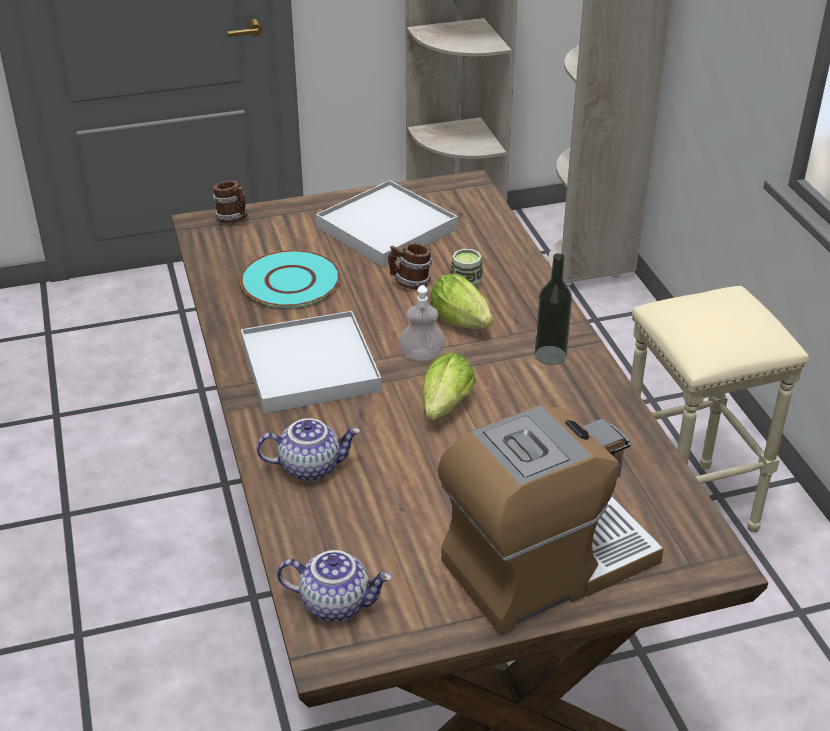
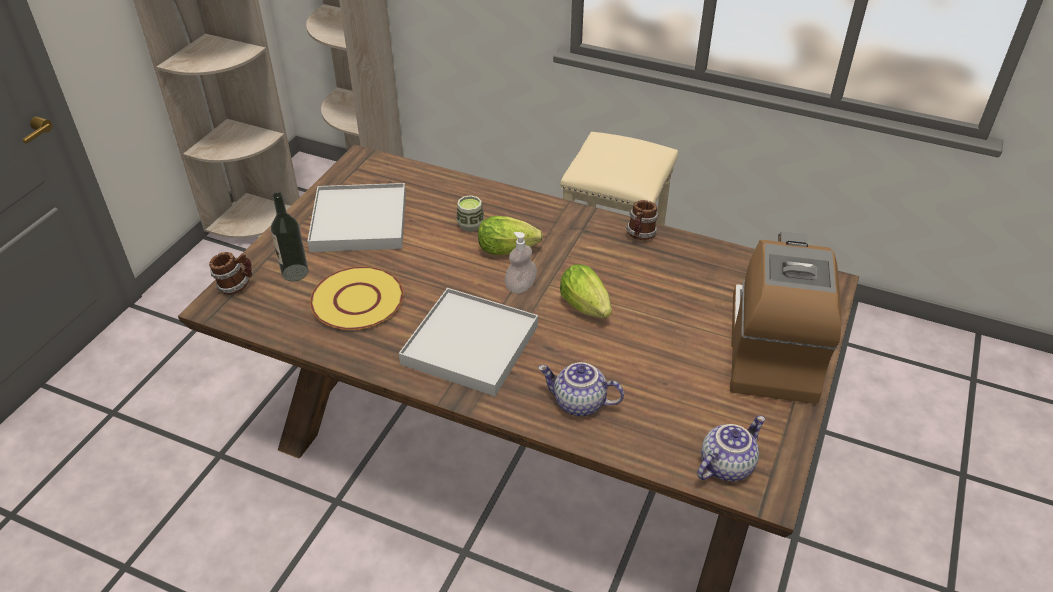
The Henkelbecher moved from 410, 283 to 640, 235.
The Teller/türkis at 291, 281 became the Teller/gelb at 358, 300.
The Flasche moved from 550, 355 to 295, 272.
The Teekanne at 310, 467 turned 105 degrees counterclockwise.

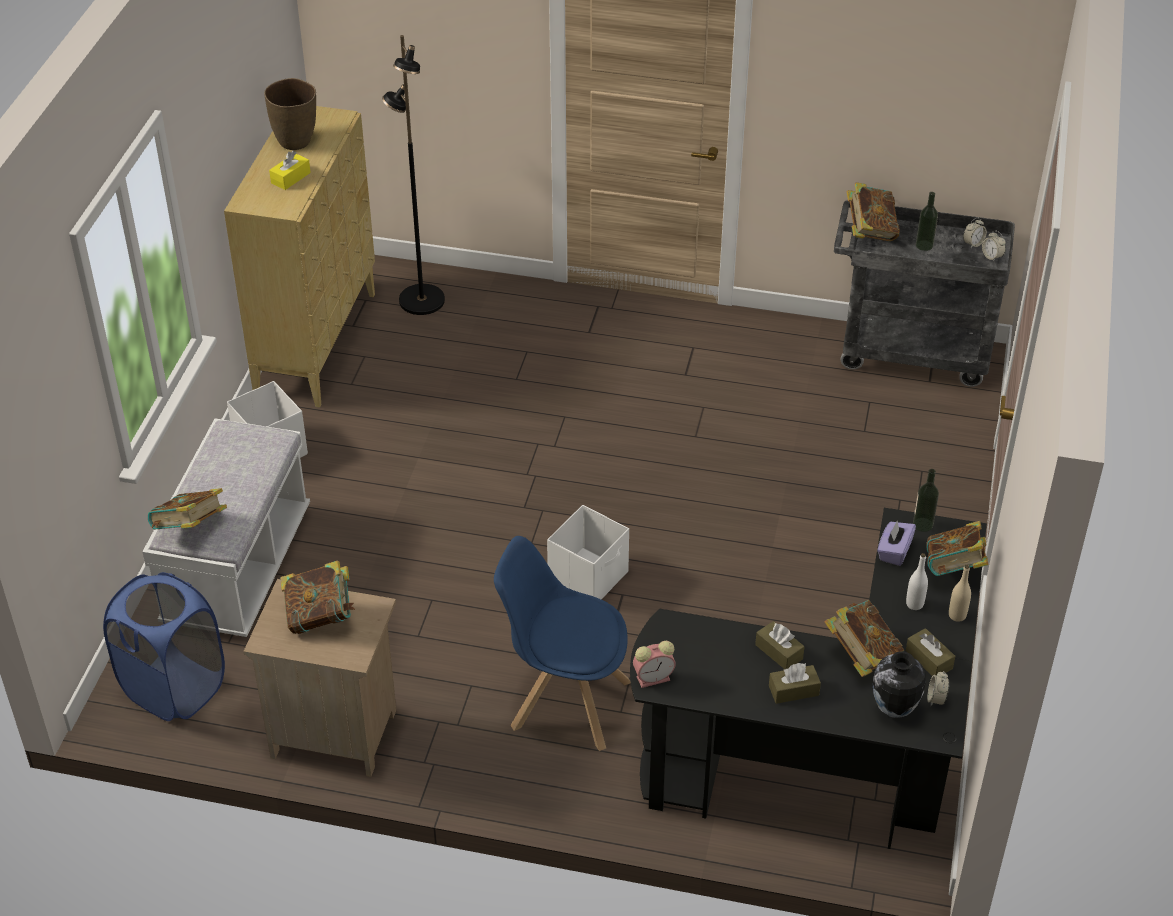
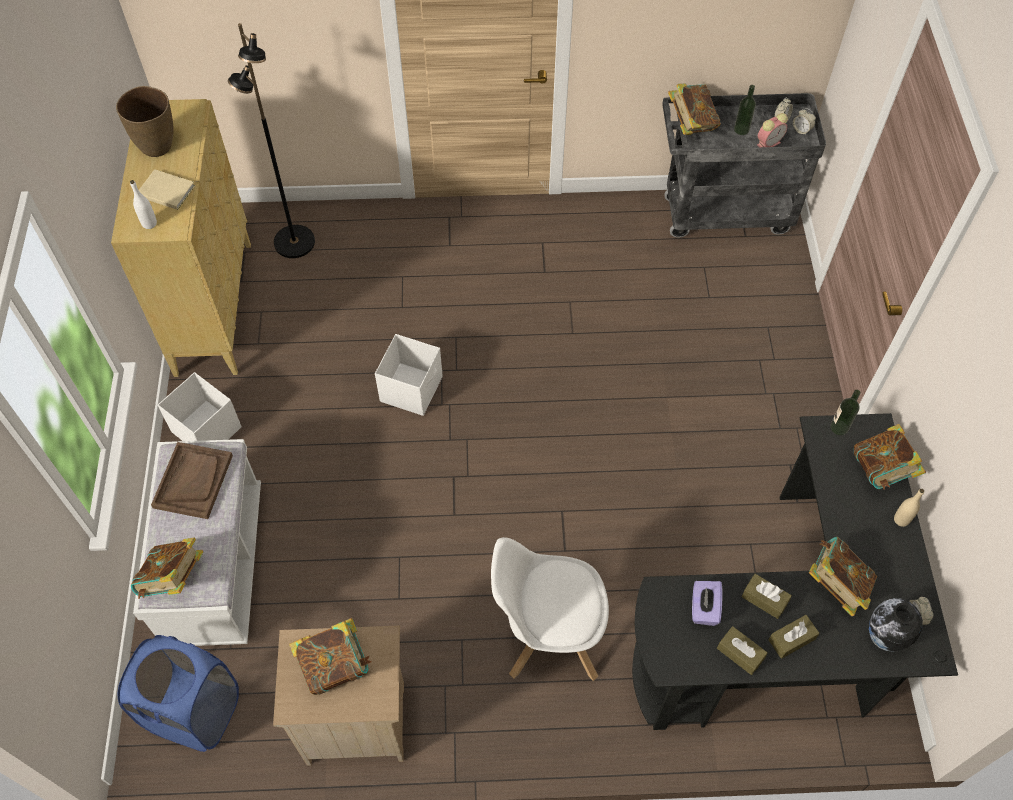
The Taschentuchbox/gelb at 290, 178 was replaced by the Buch/beige at 165, 190.
The Aufbewahrungsbox/weiß moved from 589, 577 to 412, 389.
The Taschentuchbox/lila moved from 894, 551 to 704, 608.
The Stuhl/blau at 565, 702 became the Stuhl/weiß at 548, 637.
The Flasche/weiß moved from 914, 604 to 149, 223.
The Taschentuchbox/braun moved from 929, 659 to 740, 653.
The Wecker moved from 654, 677 to 769, 143.
The Tablett/braun at 193, 481 appeared.

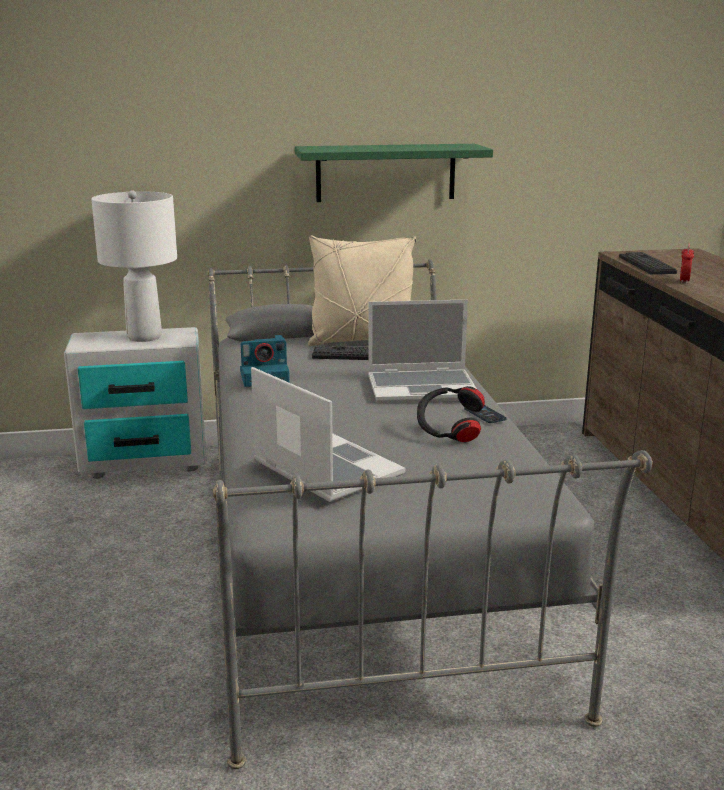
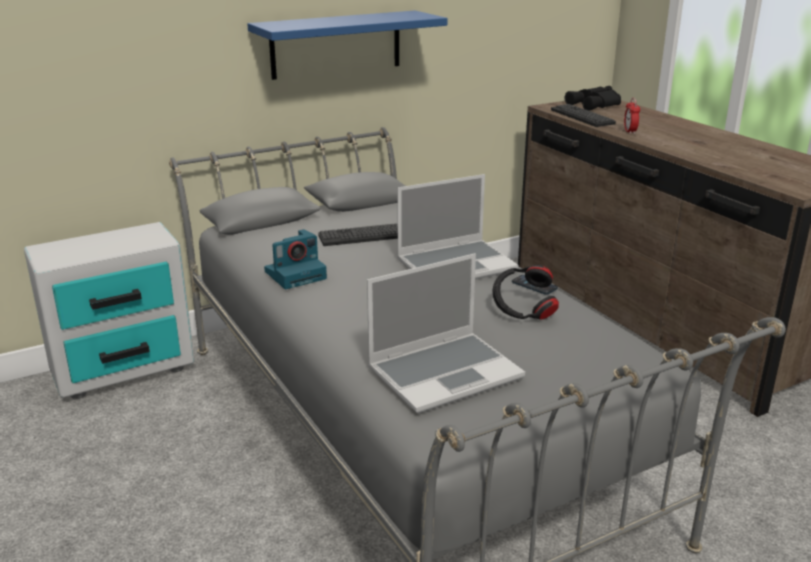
The Wandregal/grün at 385, 172 became the Wandregal/blau at 336, 44.
The Tischlampe/weiß at 145, 337 disappeared.
The Kissen/beige at 362, 341 disappeared.
The Laptop at 324, 469 turned 120 degrees clockwise.
The Fernglas/schwarz at 595, 105 appeared.

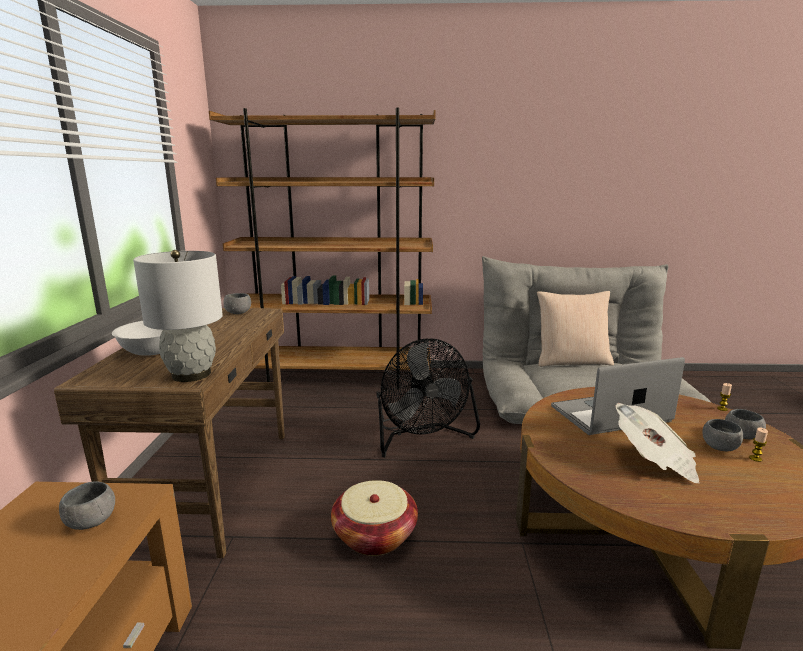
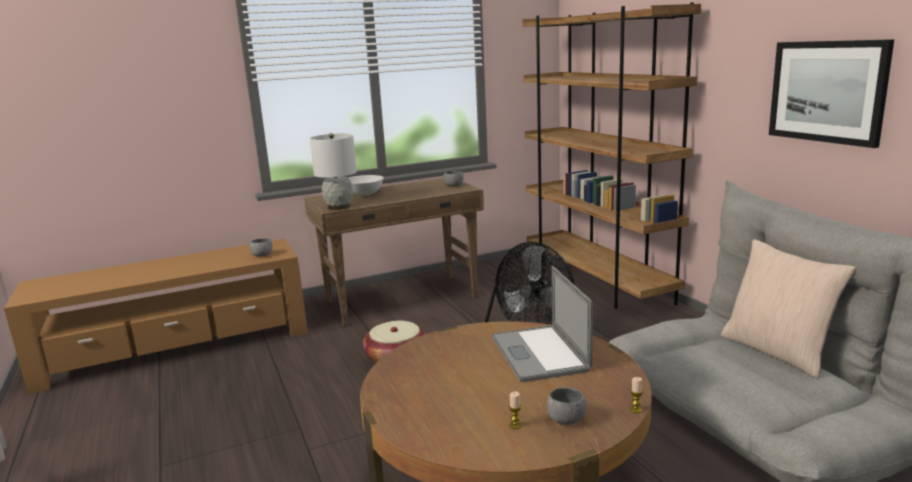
The Laptop at 610, 414 turned 150 degrees counterclockwise.
The Zeitung at 655, 461 disappeared.
The Schüssel/grau at 719, 447 disappeared.
The Bild at 827, 91 appeared.

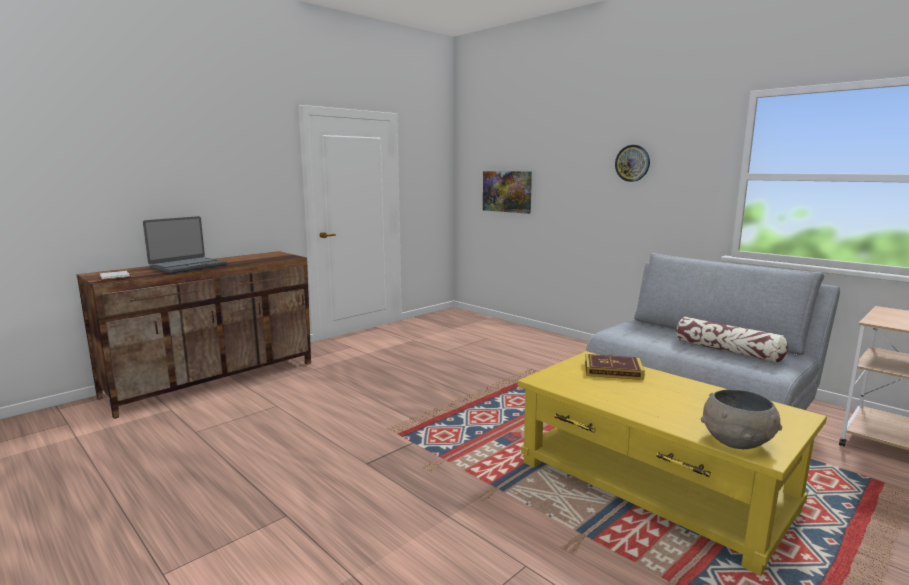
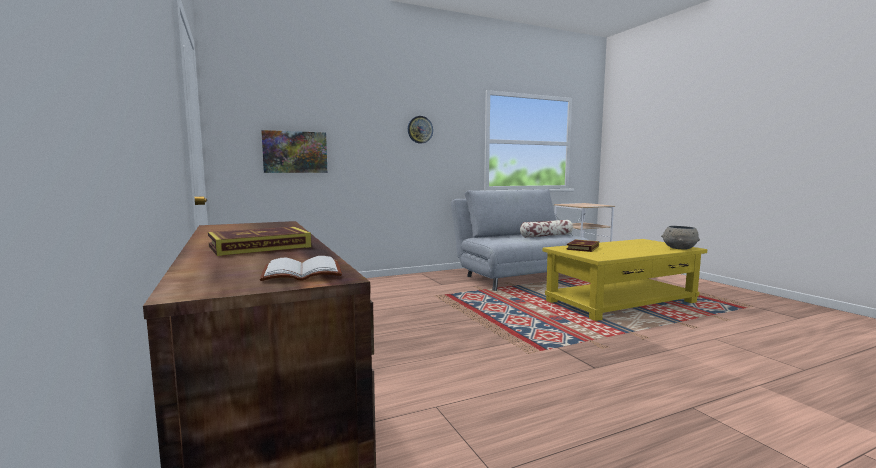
The Laptop at 188, 266 was replaced by the Buch at 260, 246.

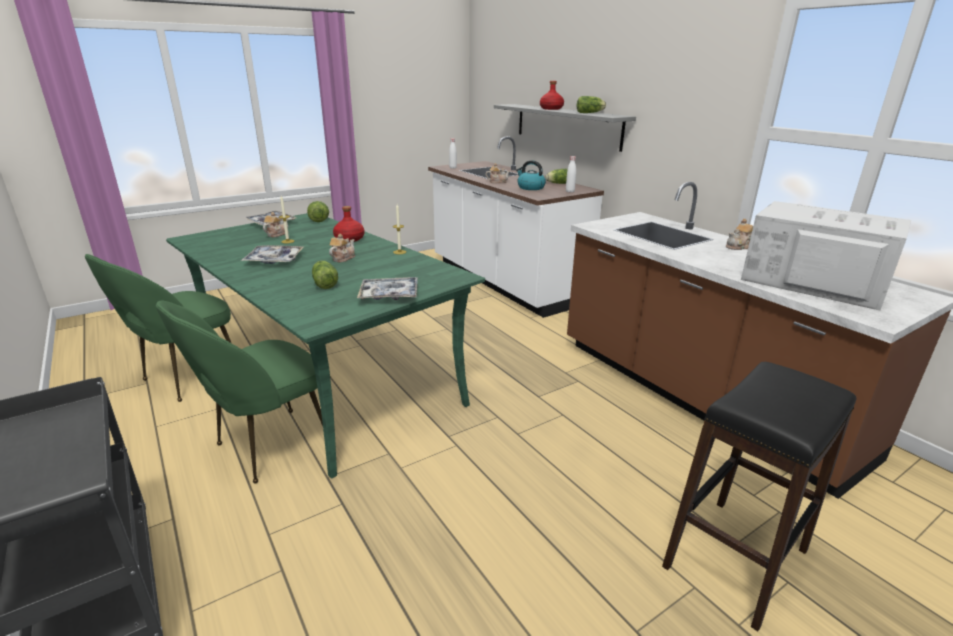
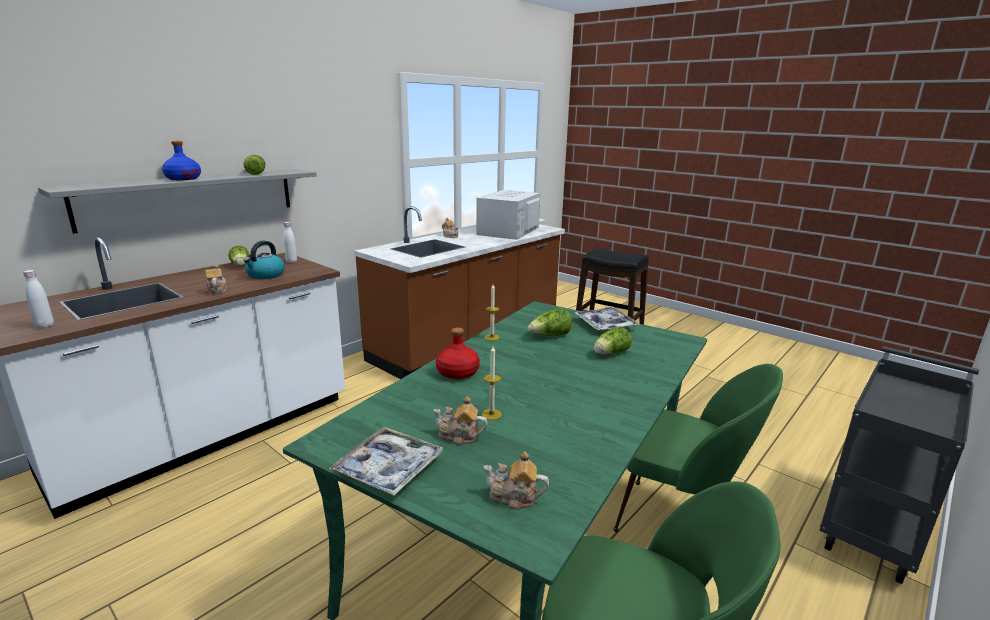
The Flasche/rot at 551, 109 became the Flasche/blau at 183, 179.
The Salatkopf moved from 318, 219 to 550, 336.
The Teekanne moved from 342, 258 to 514, 497.
The Tablett at 274, 260 disappeared.

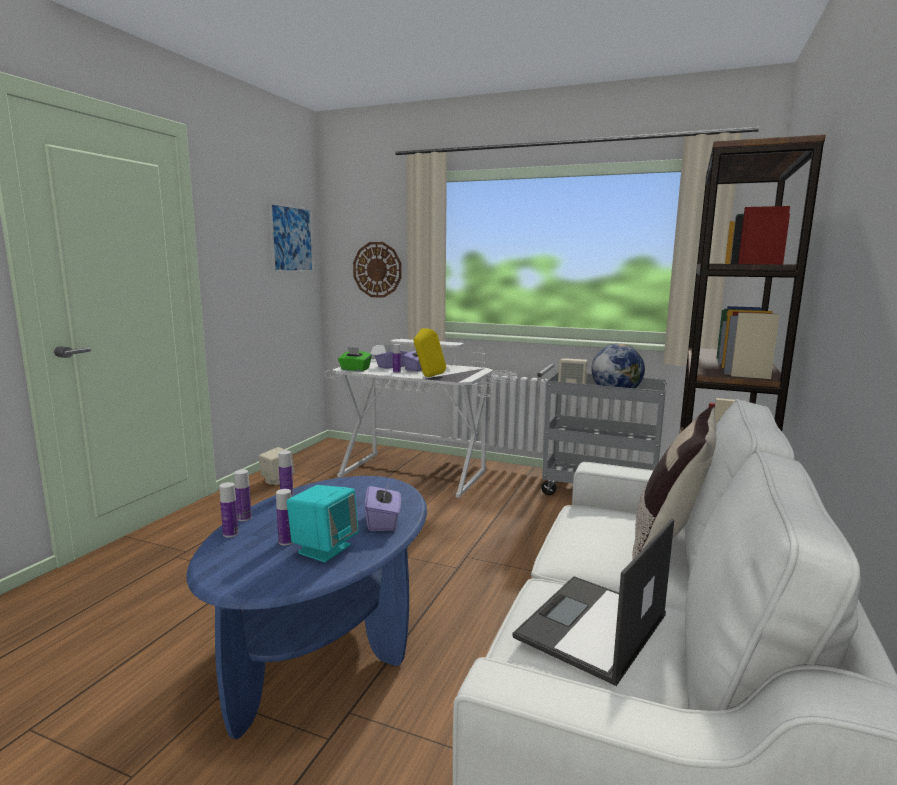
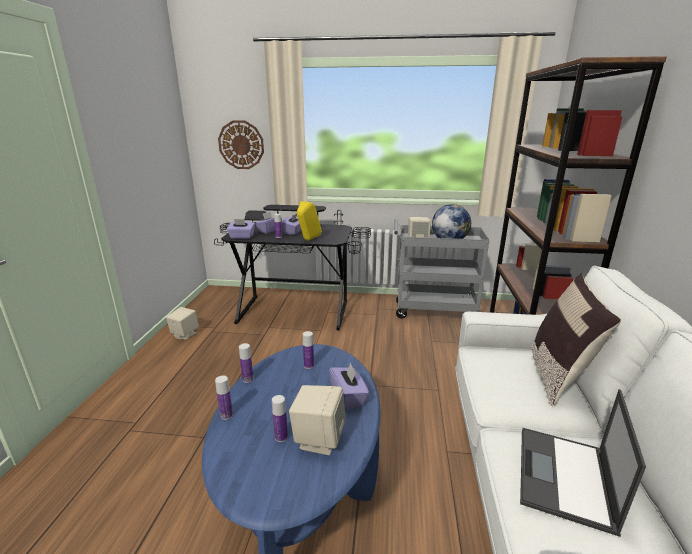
The Bild at 292, 239 disappeared.
The Schreibtisch/weiß at 415, 472 became the Schreibtisch/schwarz at 294, 310.
The Taschentuchbox/grün at 355, 369 became the Taschentuchbox/lila at 241, 237.
The Flasche moved from 230, 534 to 309, 365.
The Lautsprecher/türkis at 324, 548 became the Lautsprecher/beige at 319, 438.

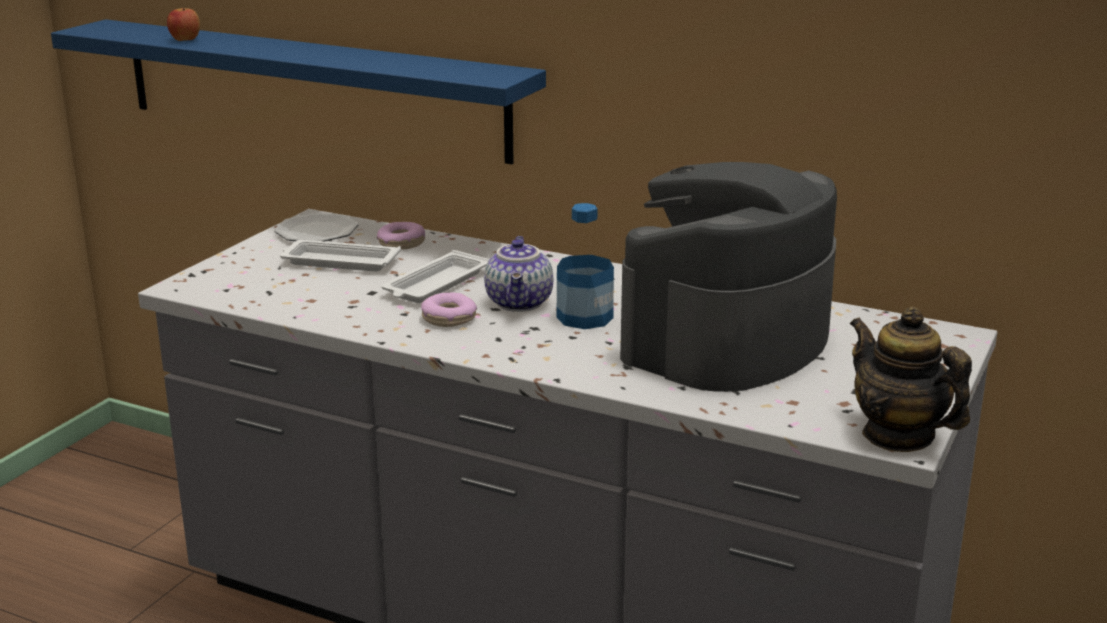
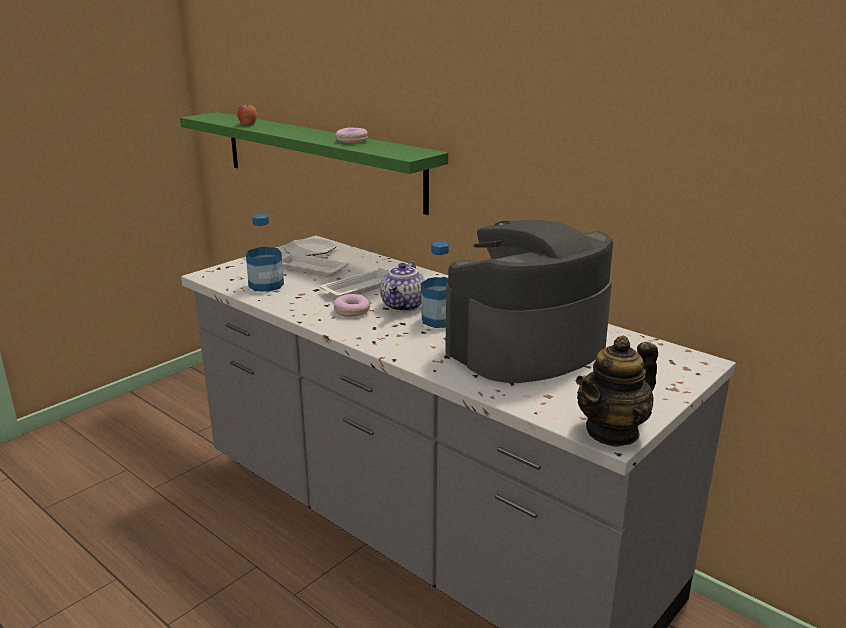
The Wandregal/blau at 311, 88 became the Wandregal/grün at 319, 159.
The Donut moved from 401, 243 to 352, 141.
The Teekanne at 898, 436 turned 105 degrees counterclockwise.
The Flasche at 266, 285 appeared.

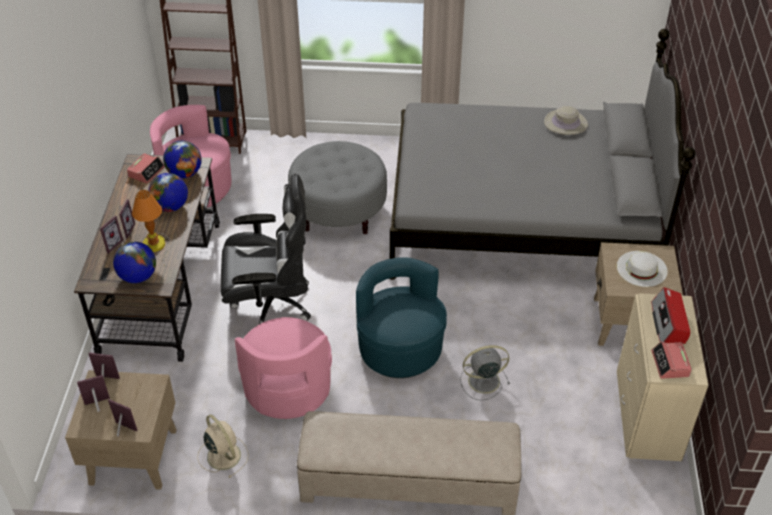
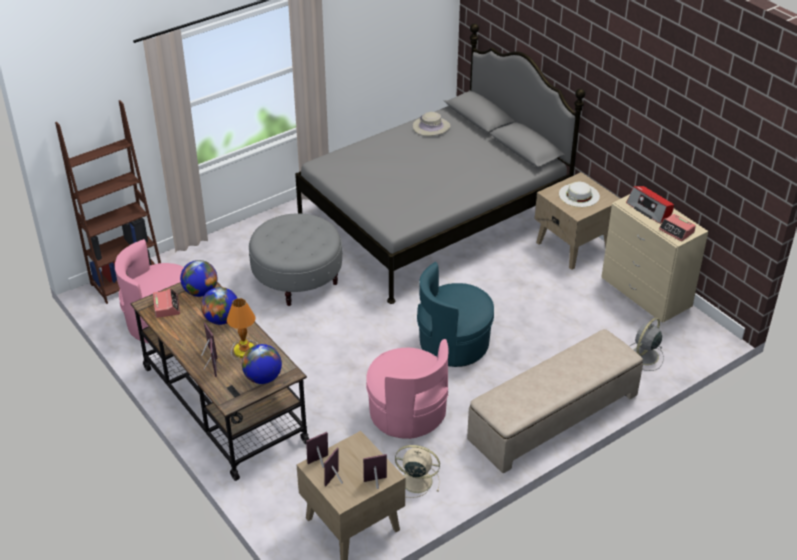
The Bürostuhl/schwarz at 268, 304 disappeared.
The Sessel/türkis at 401, 350 turned 45 degrees counterclockwise.
The Ventilator/grau moved from 482, 381 to 644, 356.

